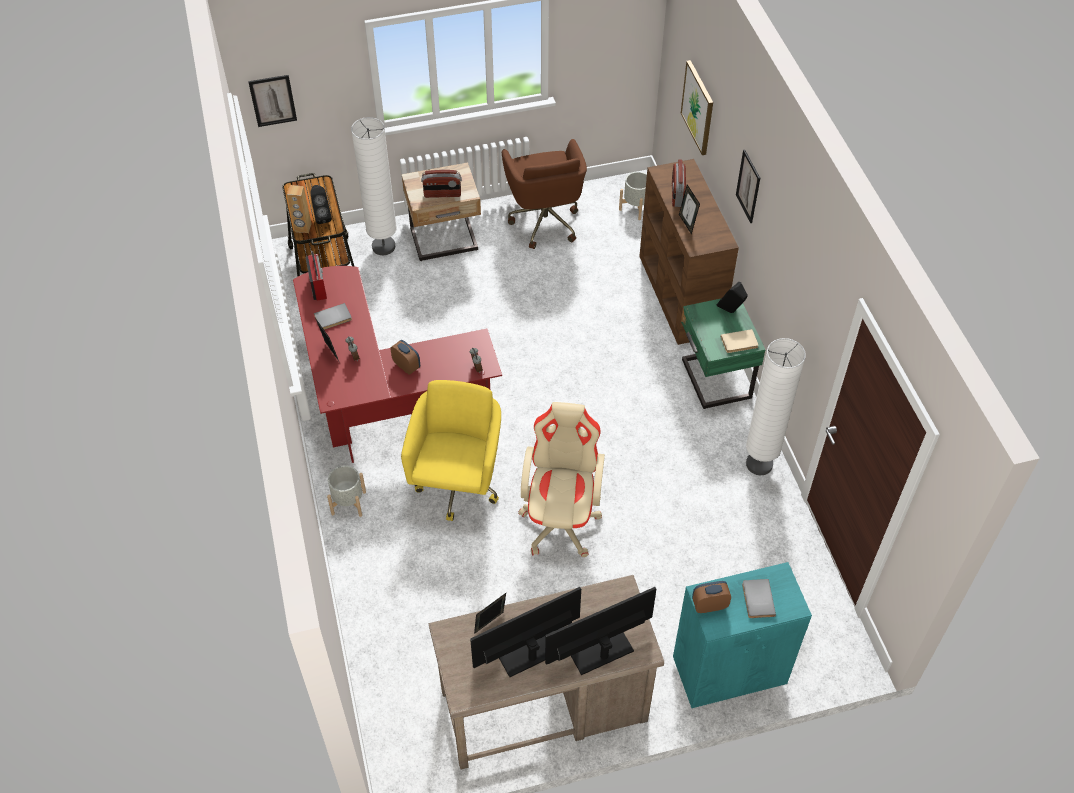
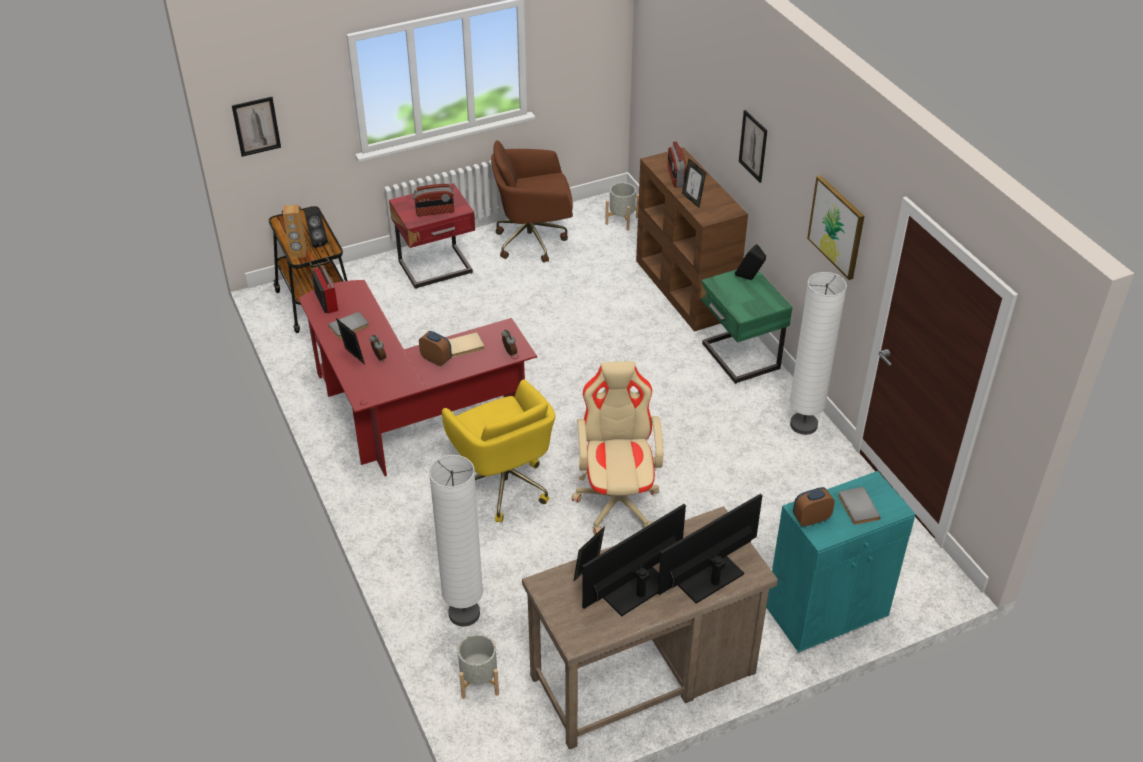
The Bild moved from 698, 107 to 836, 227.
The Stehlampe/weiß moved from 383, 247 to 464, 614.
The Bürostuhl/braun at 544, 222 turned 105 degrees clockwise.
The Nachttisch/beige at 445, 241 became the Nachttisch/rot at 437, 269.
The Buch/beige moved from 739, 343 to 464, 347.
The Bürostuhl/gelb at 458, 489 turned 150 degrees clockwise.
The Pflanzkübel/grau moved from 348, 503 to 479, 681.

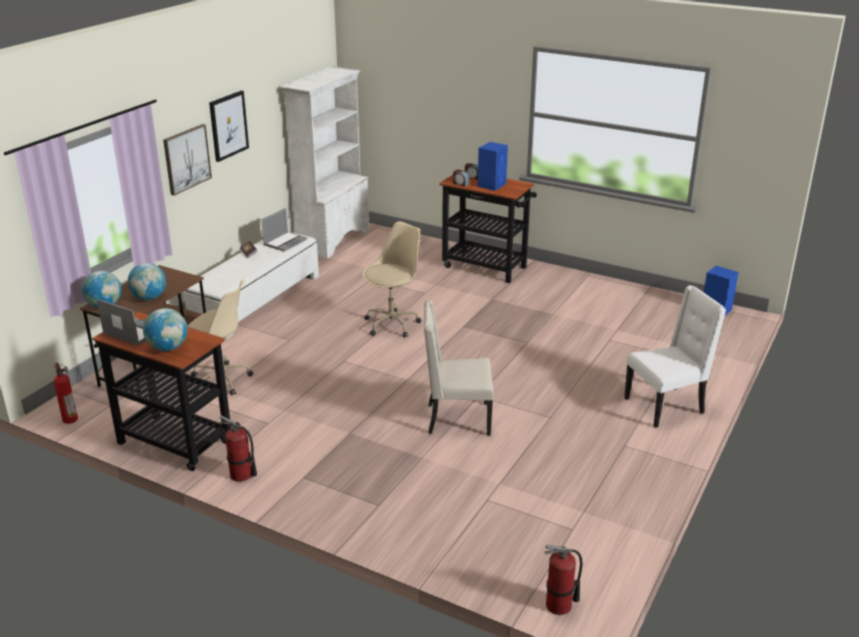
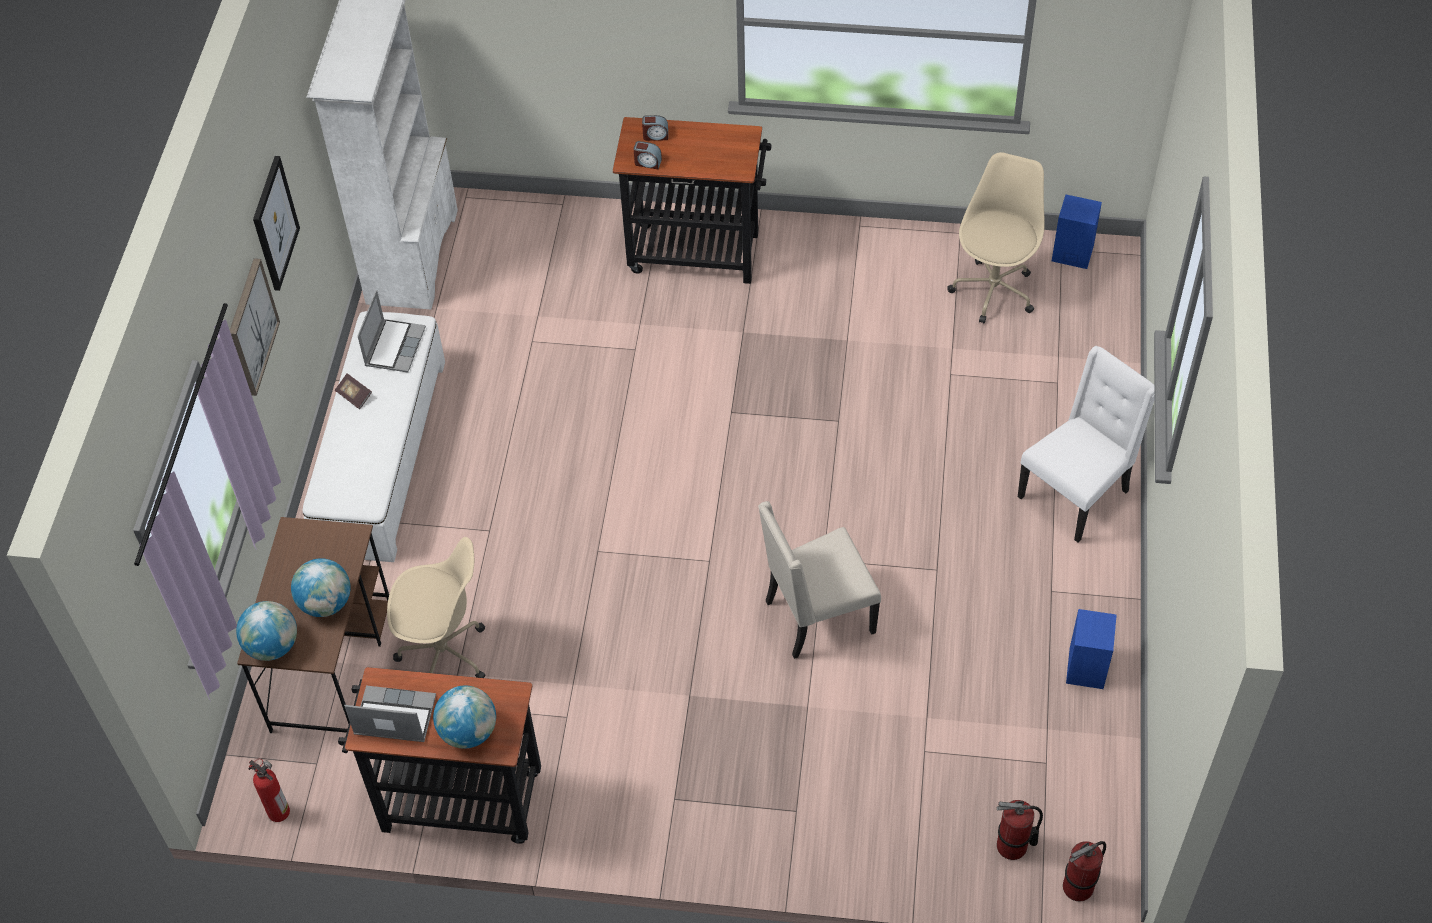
The Lautsprecher/blau moved from 492, 185 to 1086, 667.
The Bürostuhl/beige moved from 392, 324 to 993, 290.
The Feuerlöscher moved from 241, 475 to 1012, 846.

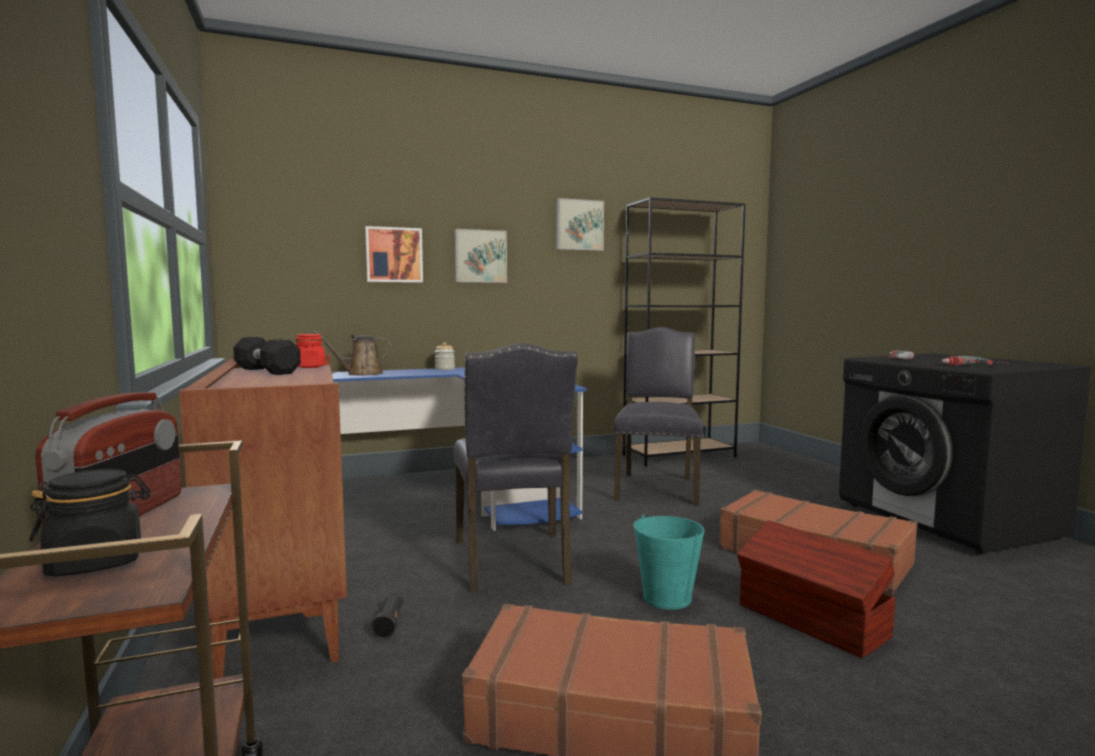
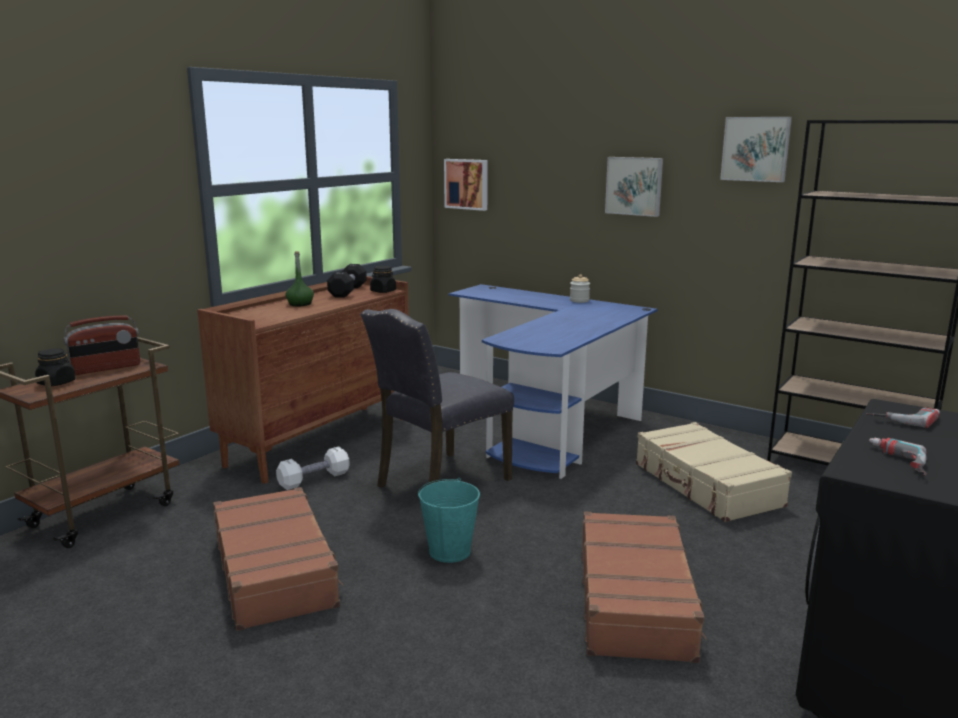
The Bild moved from 394, 255 to 467, 184.
The Stuhl/grau at 657, 487 was replaced by the Koffer/beige at 706, 485.
The Gießkanne/braun at 361, 374 disappeared.
The Vorratsglas/rot at 310, 367 became the Vorratsglas/schwarz at 383, 291.
The Aufbewahrungsbox/braun at 812, 621 disappeared.
The Taschenlampe/schwarz at 389, 623 was replaced by the Hantel/weiß at 314, 479.
The Flasche/grün at 300, 304 appeared.

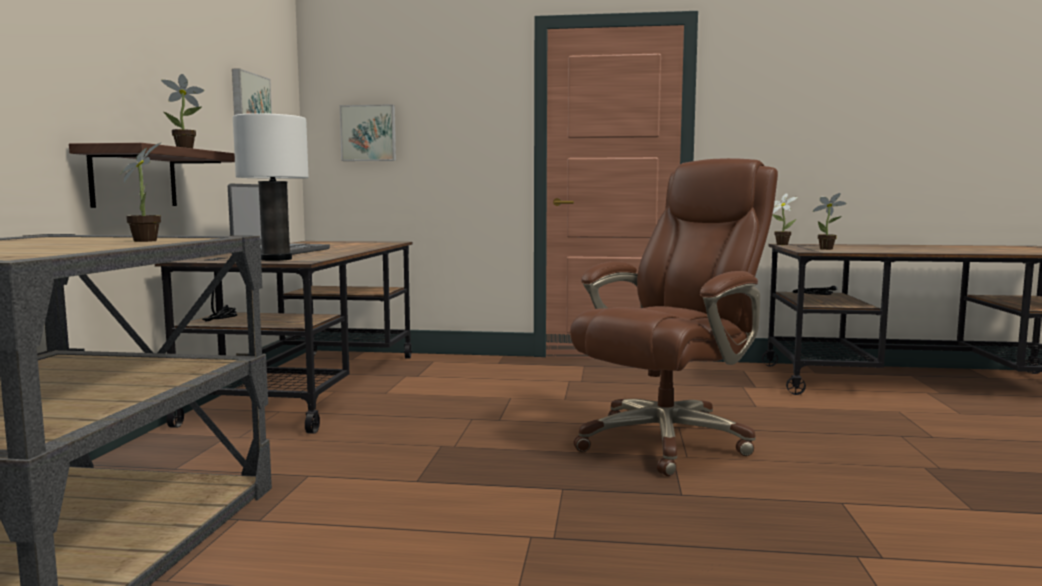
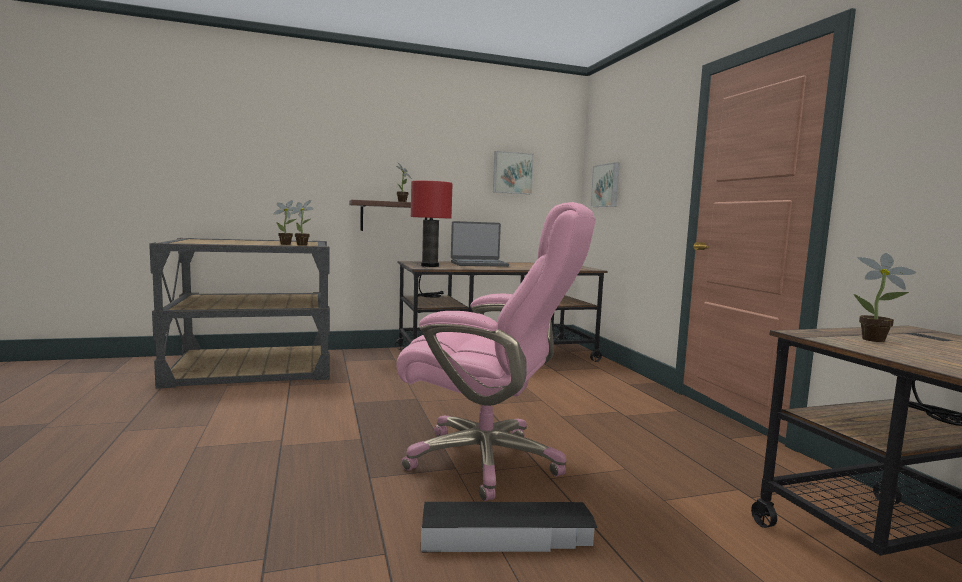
The Tischlampe/weiß at 276, 259 became the Tischlampe/rot at 430, 266.
The Bürostuhl/braun at 669, 442 became the Bürostuhl/rosa at 489, 464.
The Topfpflanze moved from 780, 244 to 303, 245.
The Aufbewahrungsbox/schwarz at 507, 536 appeared.

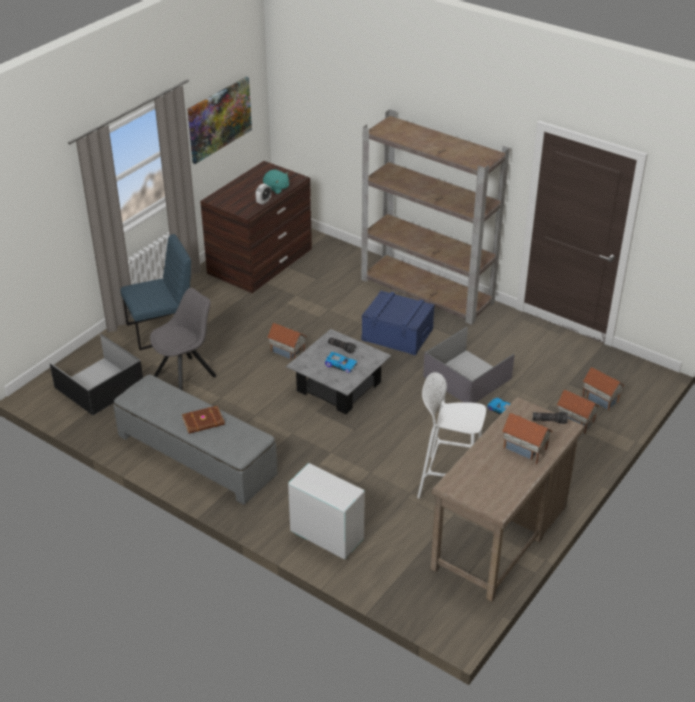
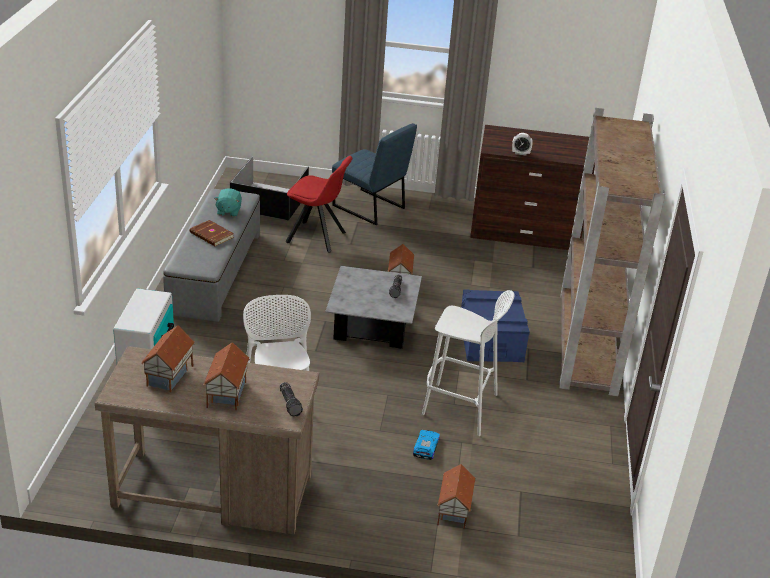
The Bild at 219, 119 disappeared.
The Plüschtier/türkis moved from 276, 189 to 228, 211.
The Stuhl/grau at 186, 376 became the Stuhl/rot at 316, 237.
The Aufbewahrungsbox/grau at 468, 378 was replaced by the Hocker/weiß at 461, 407.
The Spielzeugauto at 341, 364 disappeared.
The Spielzeughaus moved from 600, 398 to 170, 376.

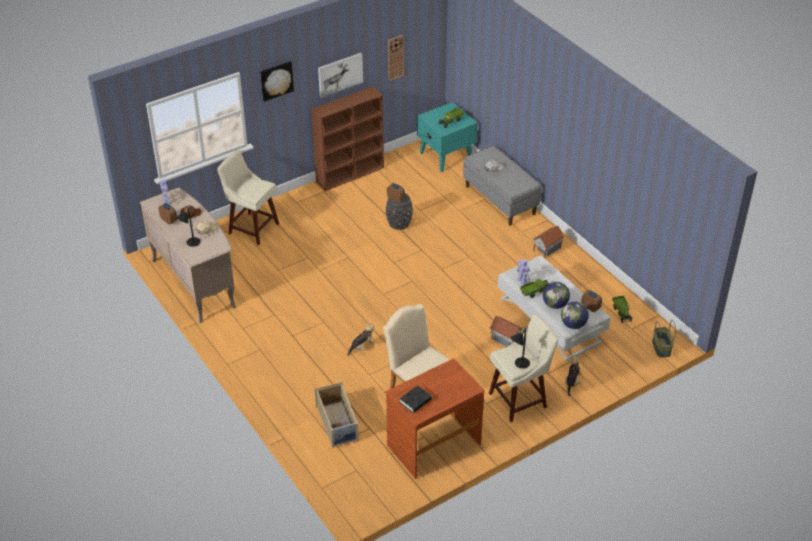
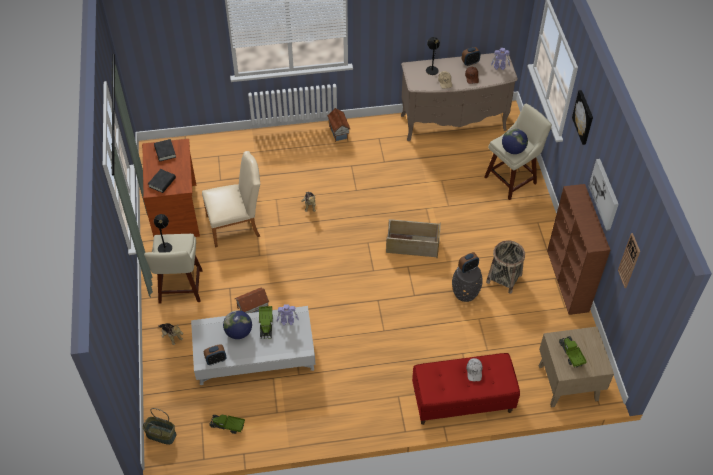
The Nachttisch/türkis at 446, 156 became the Nachttisch/beige at 567, 383.
The Bank/grau at 500, 200 became the Bank/rot at 462, 401.
The Spielzeughaus moved from 547, 249 to 339, 132.
The Globus moved from 573, 325 to 513, 150.
The Aufbewahrungsbox/beige moved from 337, 424 to 412, 245.
The Buch/schwarz at 162, 182 appeared.
The Korb at 504, 278 appeared.

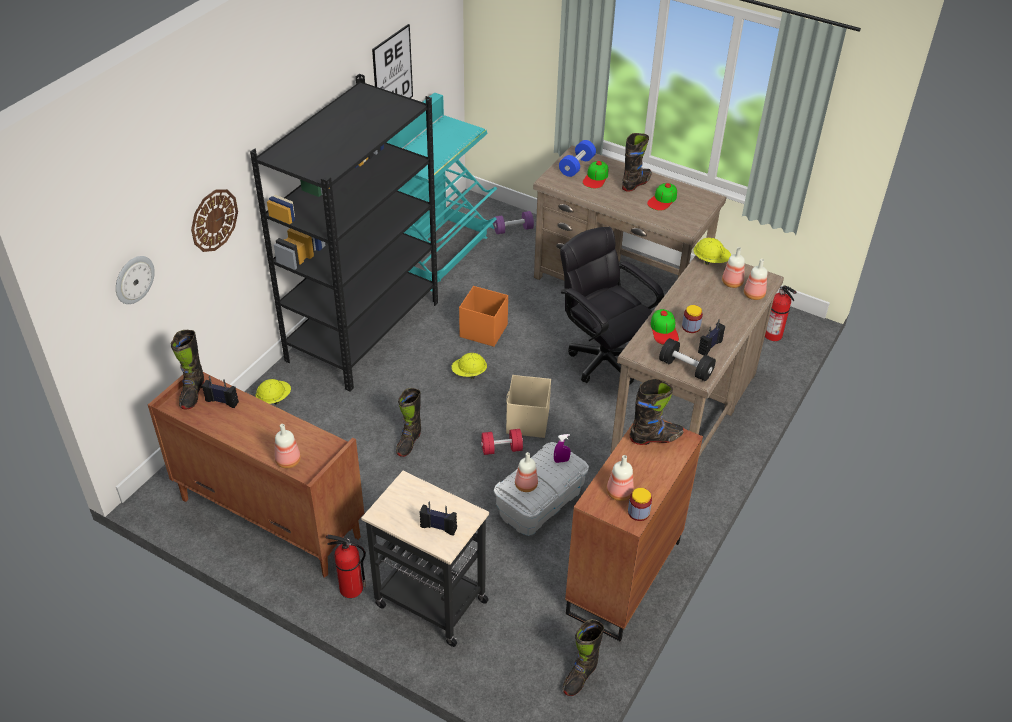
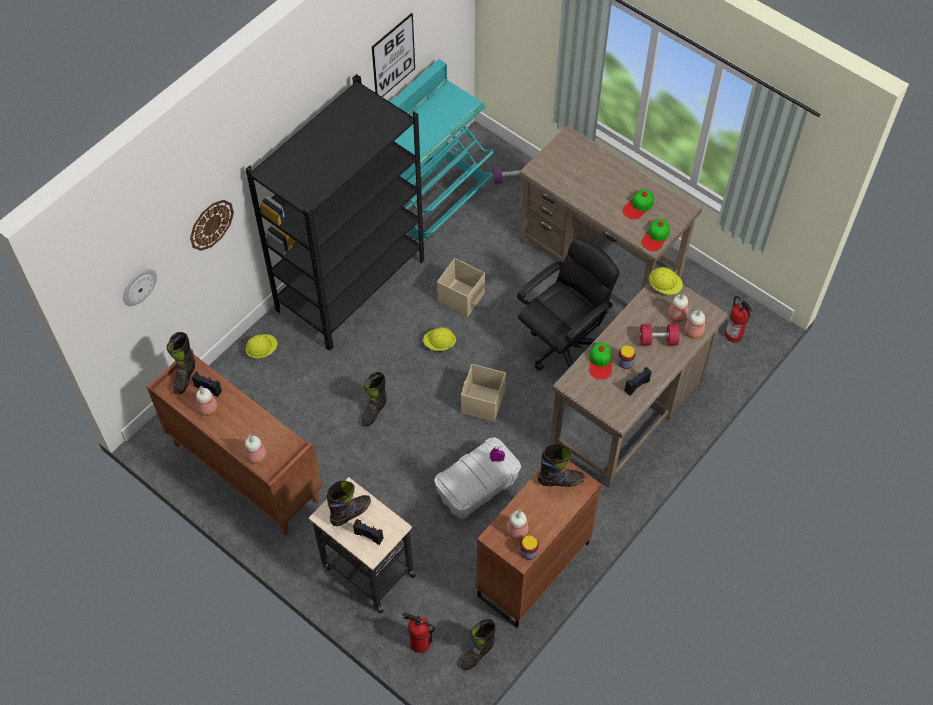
The Stiefel/schwarz moved from 636, 183 to 351, 513.
The Hantel/blau at 577, 166 disappeared.
The Kappe moved from 596, 178 to 656, 236.
The Bürostuhl/schwarz at 601, 361 turned 75 degrees clockwise.
The Aufbewahrungsbox/orange at 483, 330 became the Aufbewahrungsbox/beige at 460, 297.
The Hantel/schwarz at 685, 368 disappeared.
The Hantel/rot moved from 501, 449 to 658, 340.
The Flasche moved from 526, 486 to 208, 409.
The Feuerlöscher moved from 350, 588 to 419, 643.

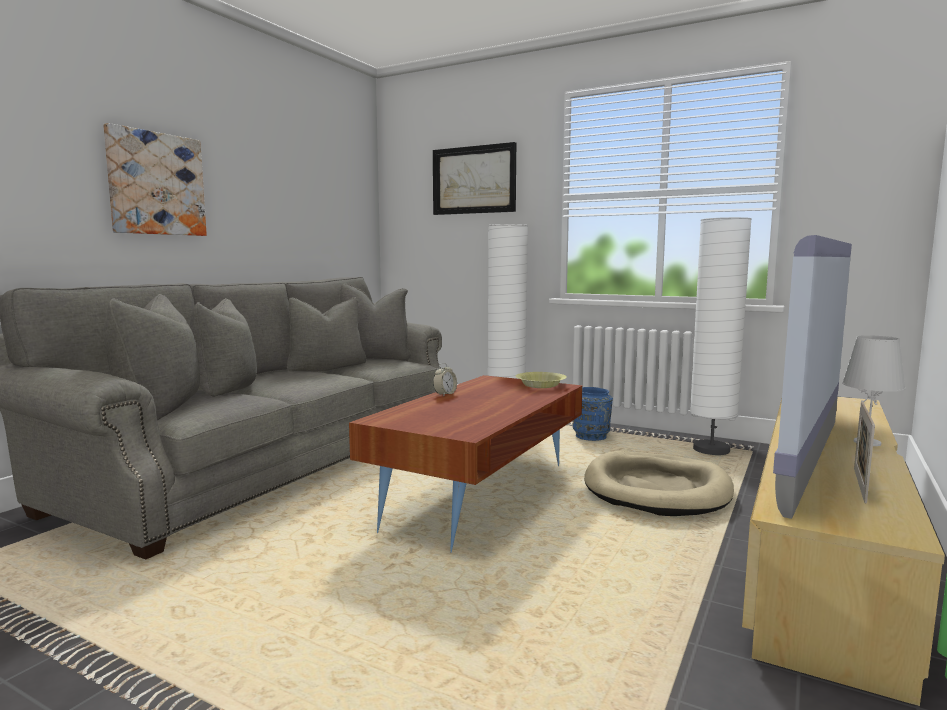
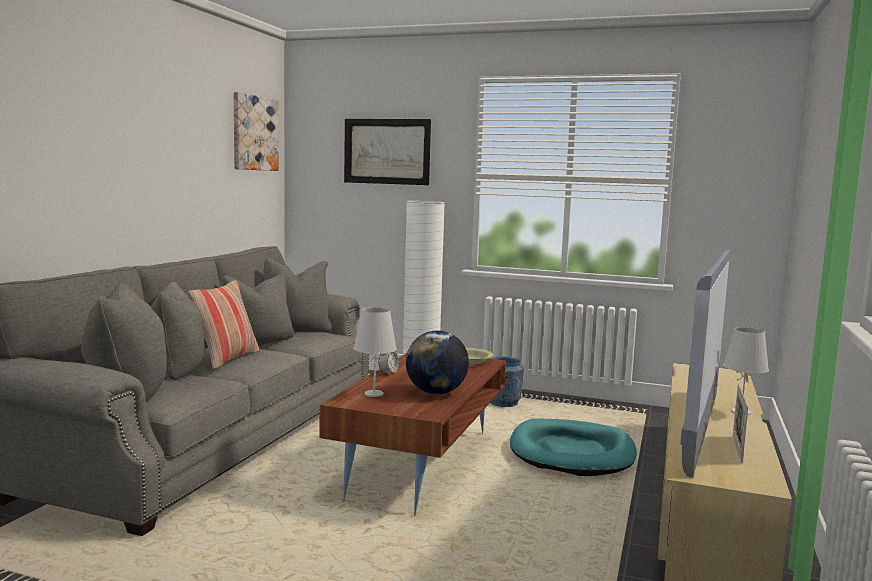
The Bild moved from 156, 184 to 254, 133.
The Stehlampe/weiß at 711, 450 disappeared.
The Hundebett/beige at 656, 489 became the Hundebett/türkis at 572, 452.
The Kissen at 227, 359 appeared.
The Tischlampe/weiß at 374, 394 appeared.
The Globus at 436, 393 appeared.

